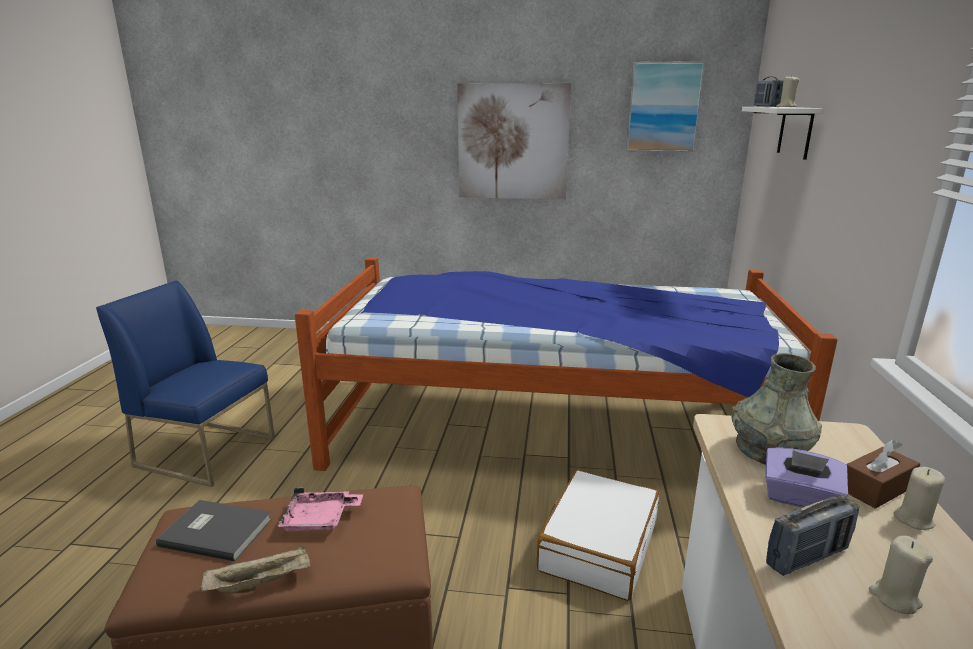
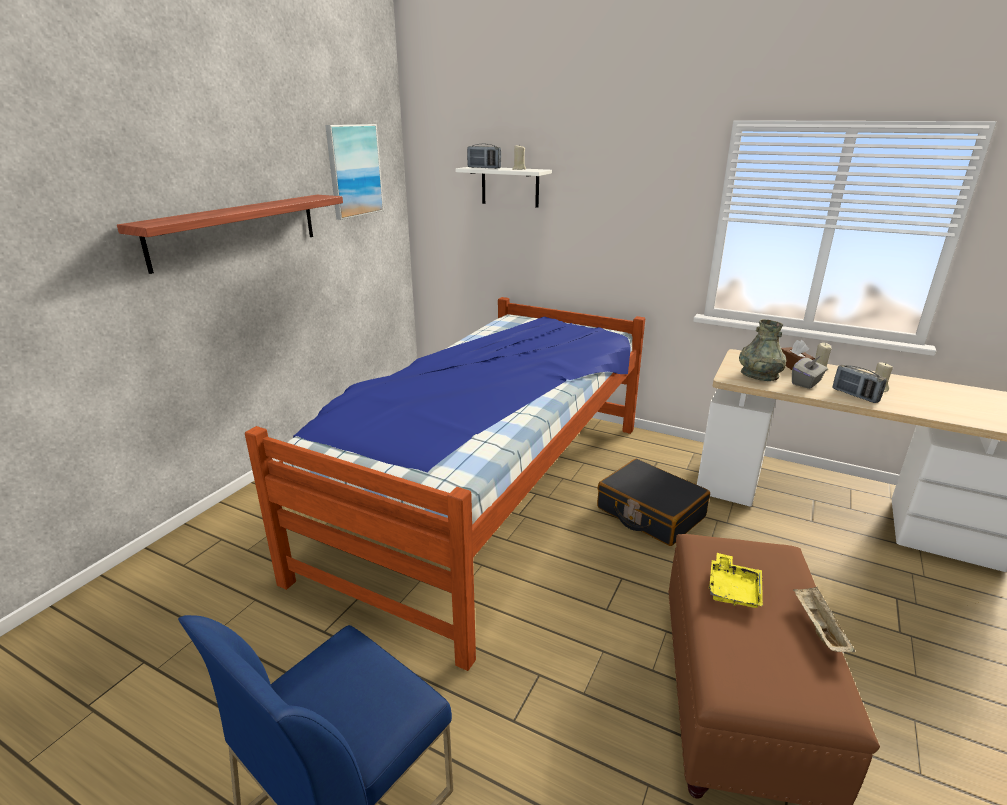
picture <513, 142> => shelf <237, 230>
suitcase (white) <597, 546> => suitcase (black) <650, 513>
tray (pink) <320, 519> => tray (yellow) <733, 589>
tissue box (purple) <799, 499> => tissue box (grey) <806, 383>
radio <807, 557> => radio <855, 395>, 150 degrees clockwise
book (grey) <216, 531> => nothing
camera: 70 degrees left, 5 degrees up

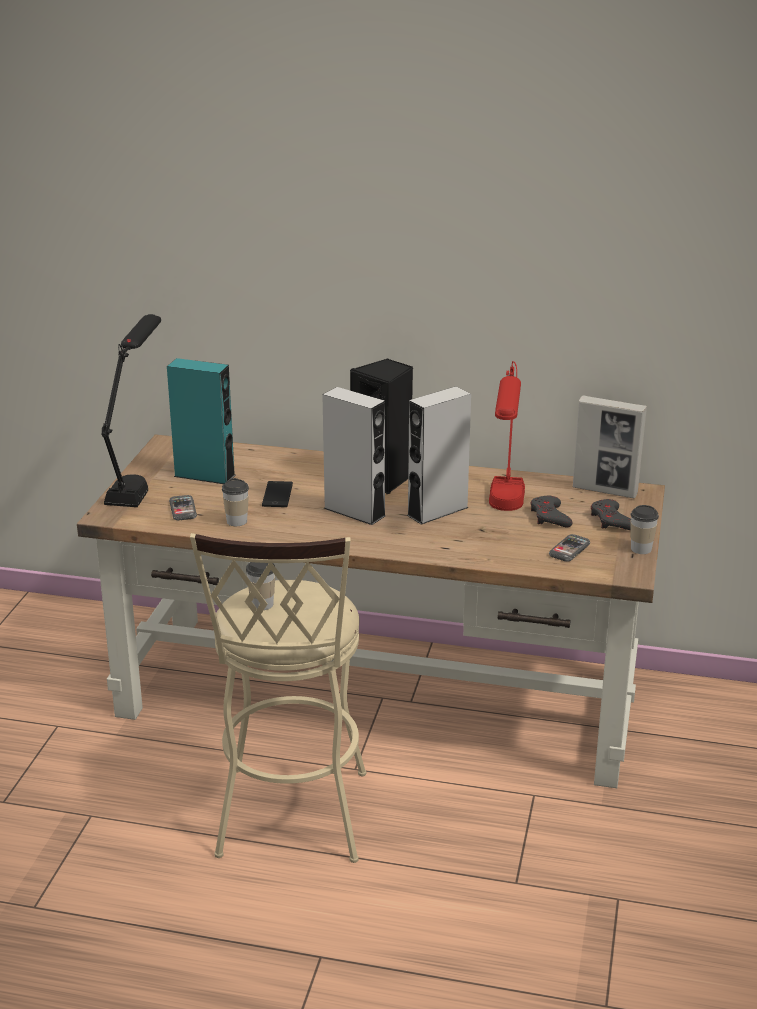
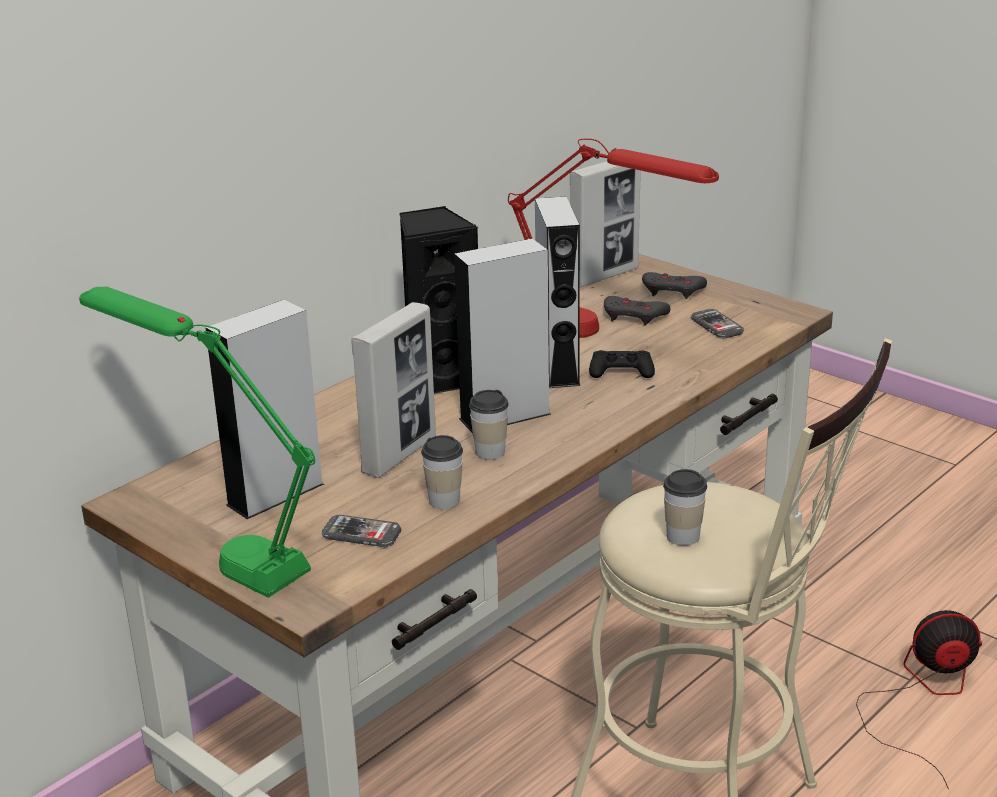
table lamp (black) <139, 479> => table lamp (green) <218, 549>
speaker (turquoise) <204, 475> => speaker (grey) <275, 494>
phone <277, 495> => picture frame <399, 455>
cup <641, 549> => cup <490, 452>, moved
nothing => game controller (black) <621, 371>
nothing => fan <924, 697>
camera: 60 degrees left, 0 degrees up

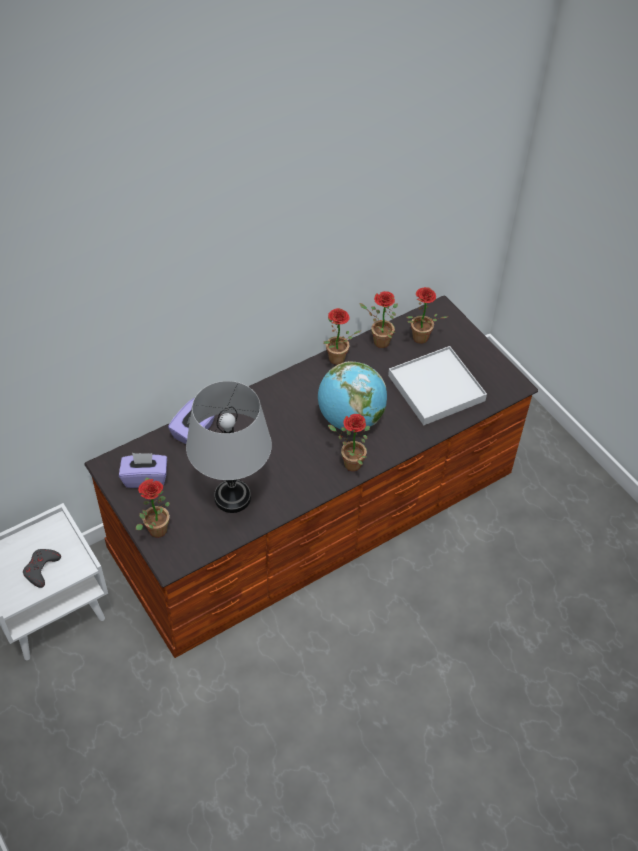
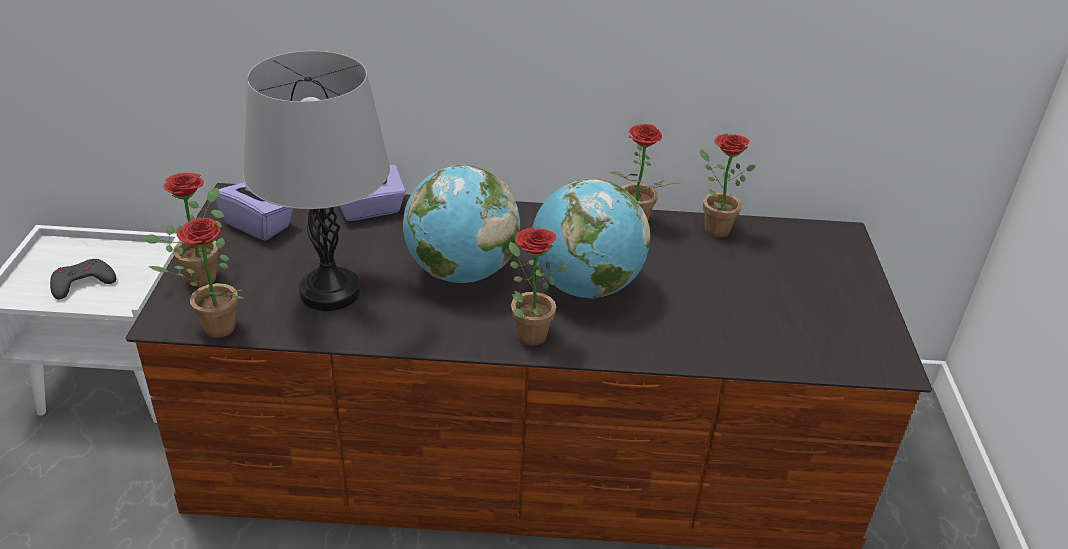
potted plant <419, 340> => potted plant <212, 330>, moved
nothing => globe <461, 272>
tray (white) <436, 388> => nothing
camera: 35 degrees right, 15 degrees down

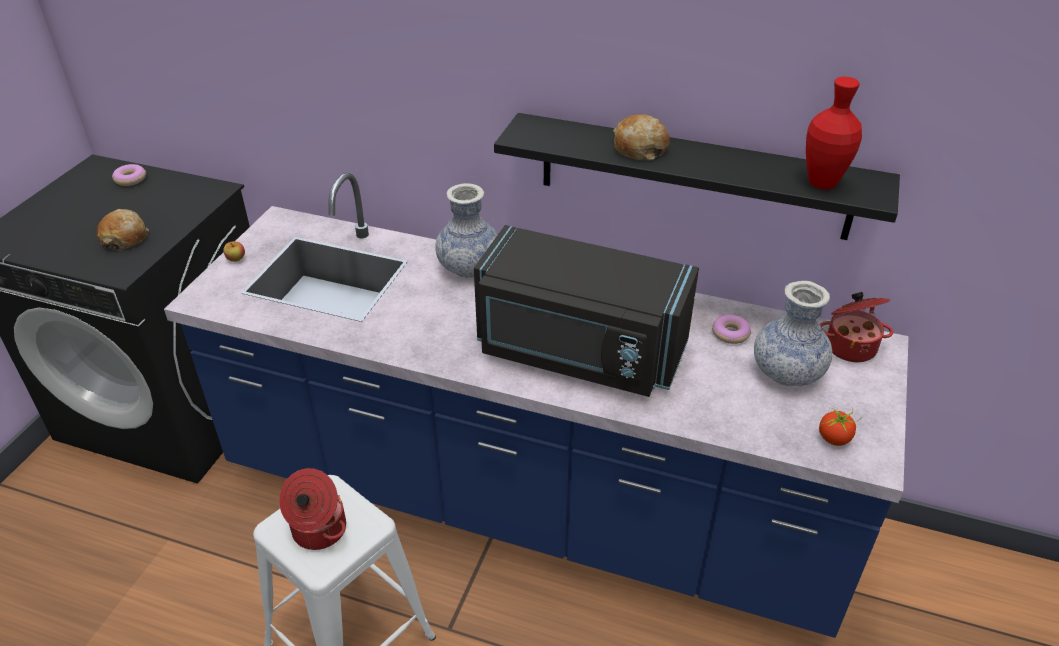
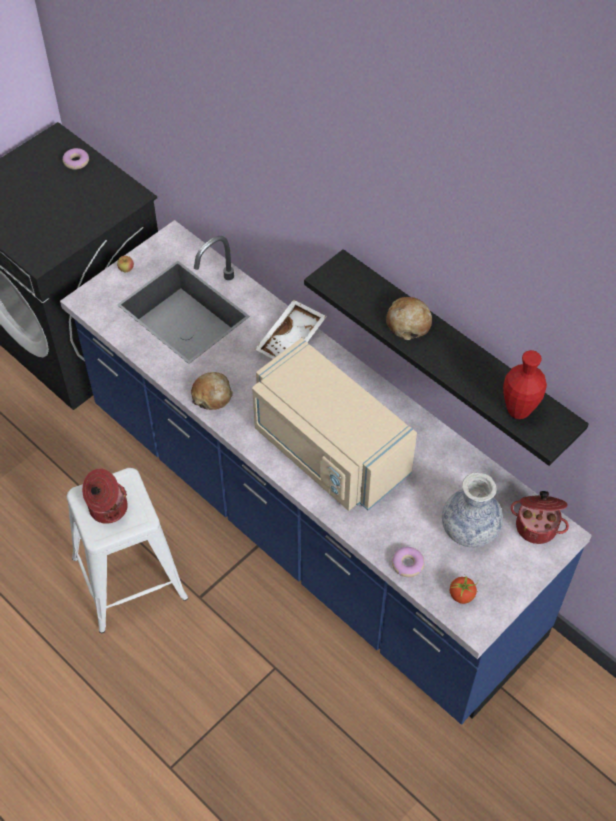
bread <125, 238> => bread <212, 395>, moved
microwave (black) <578, 352> => microwave (beige) <327, 451>
vase <469, 267> => tray (white) <292, 340>
donut <730, 333> => donut <407, 564>, moved
camera: 25 degrees right, 15 degrees up

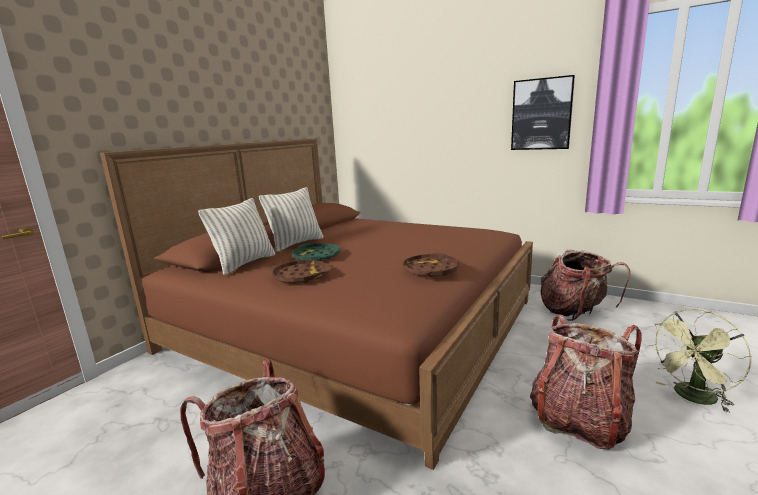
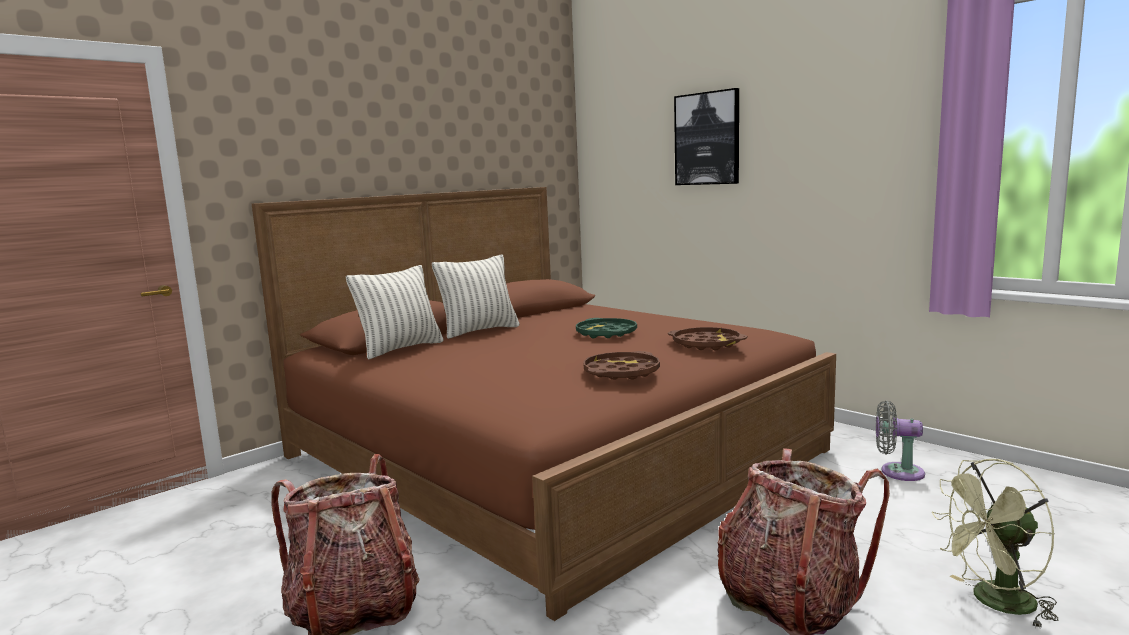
tray (green) <316, 256> => tray (green) <606, 333>, moved
tray (brown) <300, 276> => tray (brown) <706, 344>, moved
picture <541, 114> => picture <707, 139>, moved
backpack <575, 312> => fan (grey) <897, 472>
camera: 15 degrees right, 5 degrees down

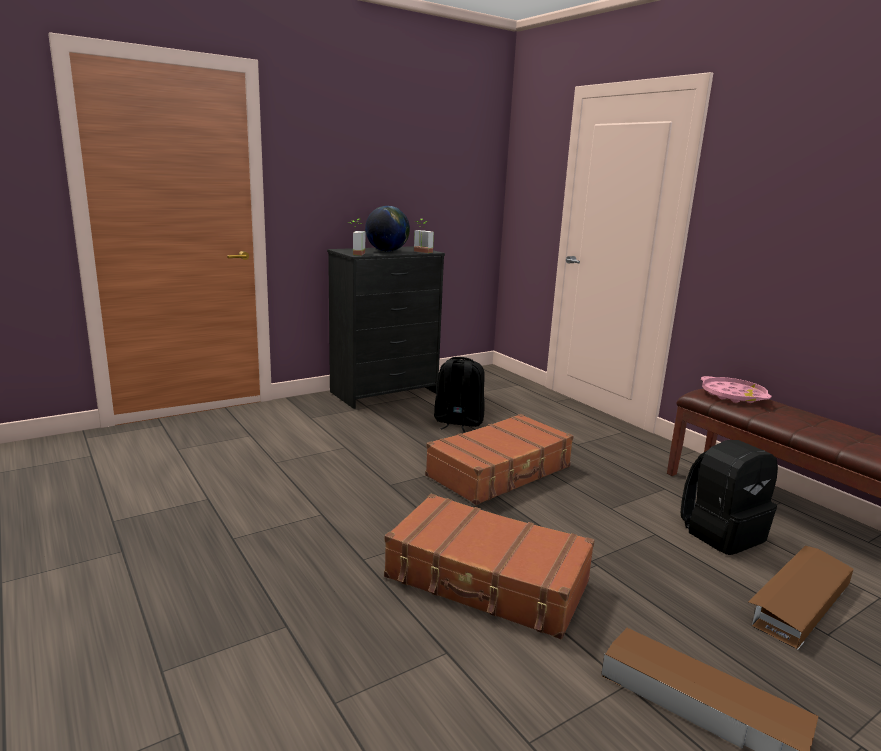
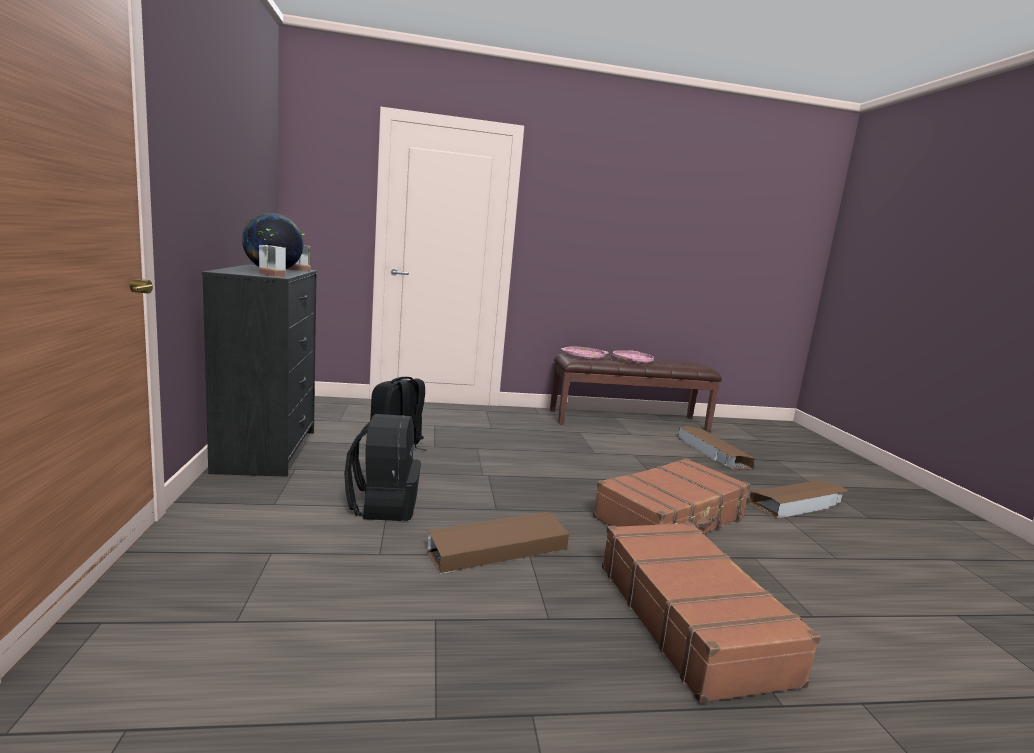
backpack (black) <721, 533> => backpack (black) <383, 506>, moved
nothing => storage box (brown) <496, 549>
suitcase (brown) <500, 472> => suitcase (brown) <691, 619>, moved
nothing => tray (pink) <632, 360>
camera: 65 degrees left, 5 degrees down

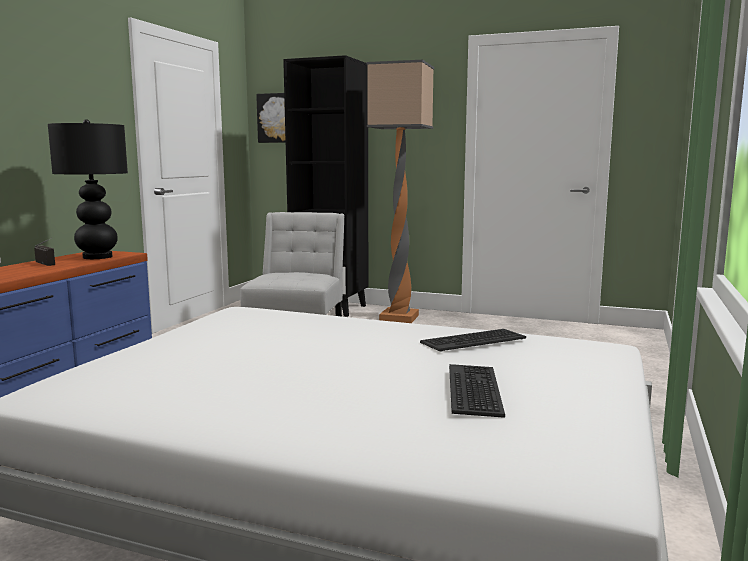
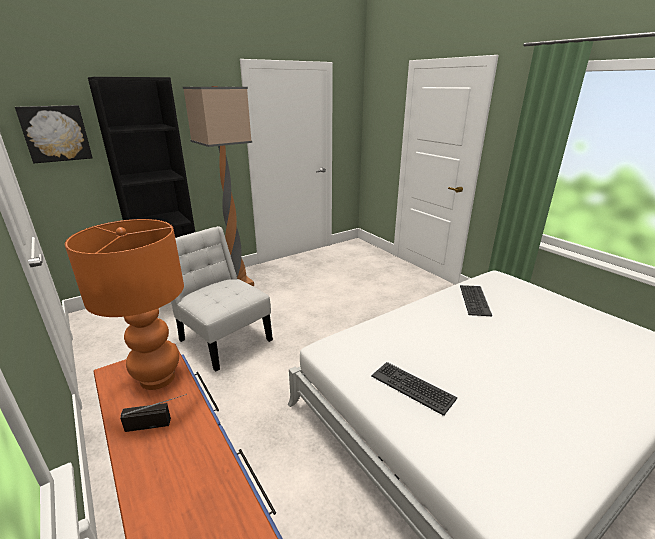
table lamp (black) <98, 257> => table lamp (orange) <157, 377>
keyboard <475, 390> => keyboard <413, 387>, moved
camera: 55 degrees left, 15 degrees up

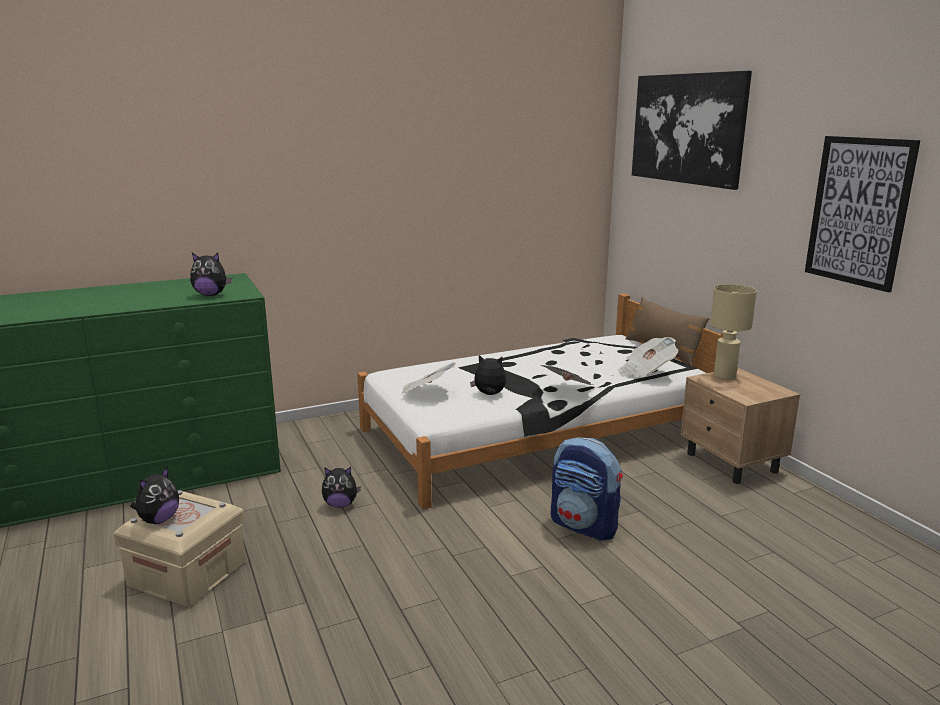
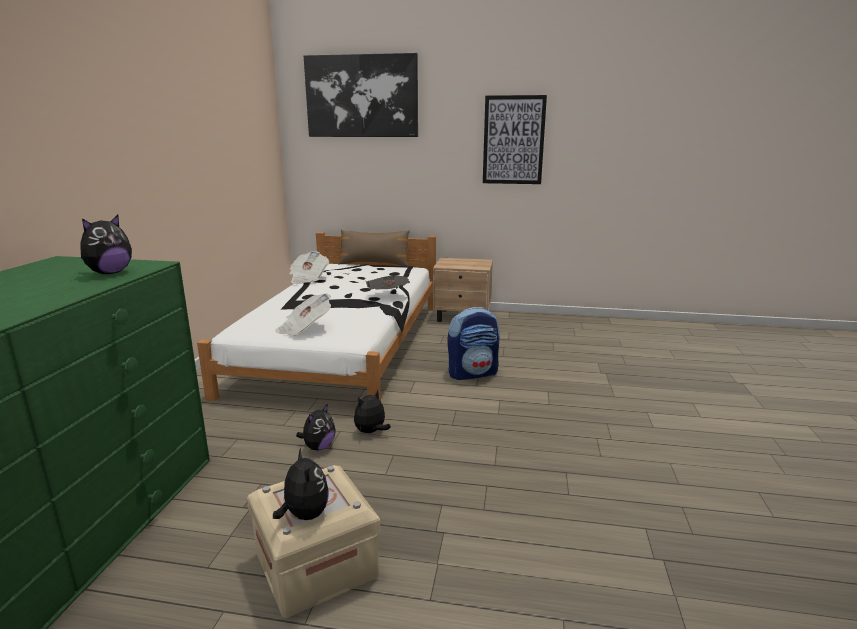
newspaper <646, 371> => newspaper <308, 279>, moved
plush toy <489, 394> => plush toy <371, 432>, moved
table lamp (beige) <725, 376> => nothing
camera: 55 degrees left, 0 degrees up

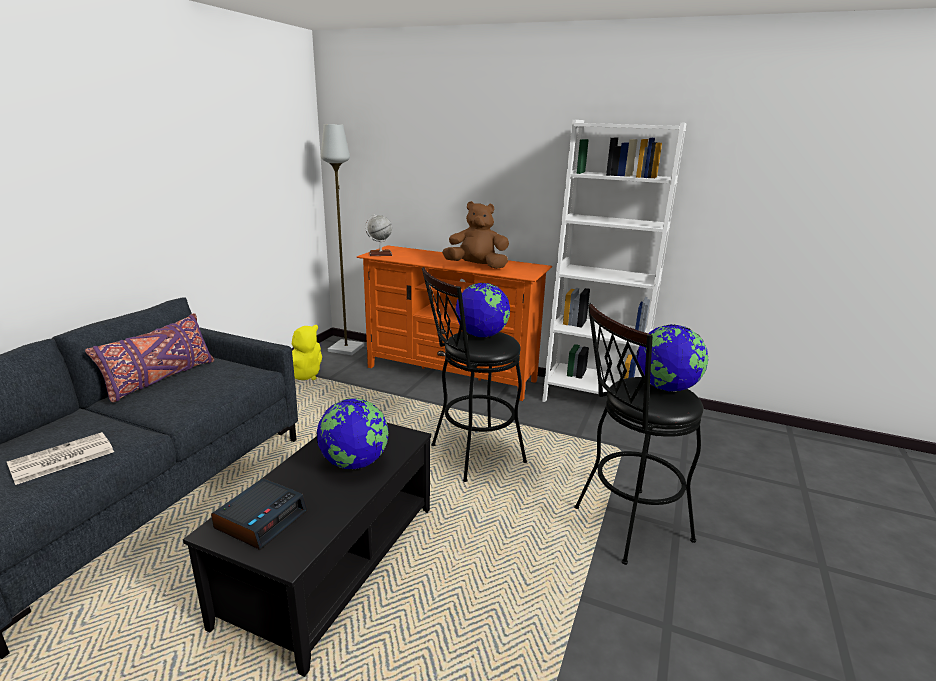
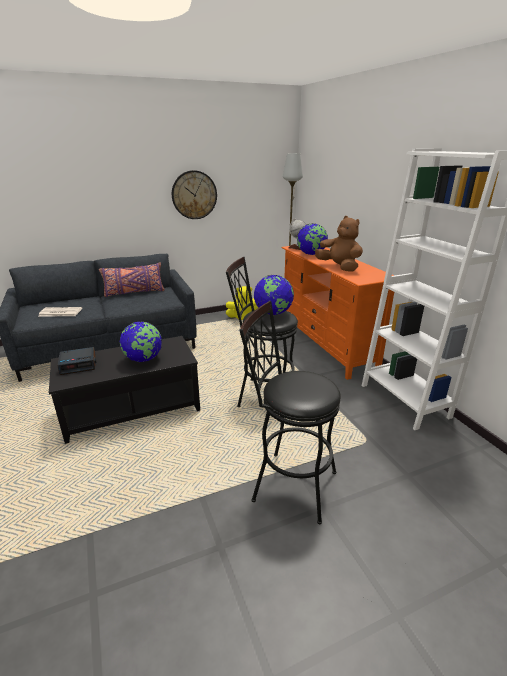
nothing => wall clock <194, 195>
globe <666, 388> => globe <311, 254>, moved
camera: 45 degrees right, 5 degrees up

